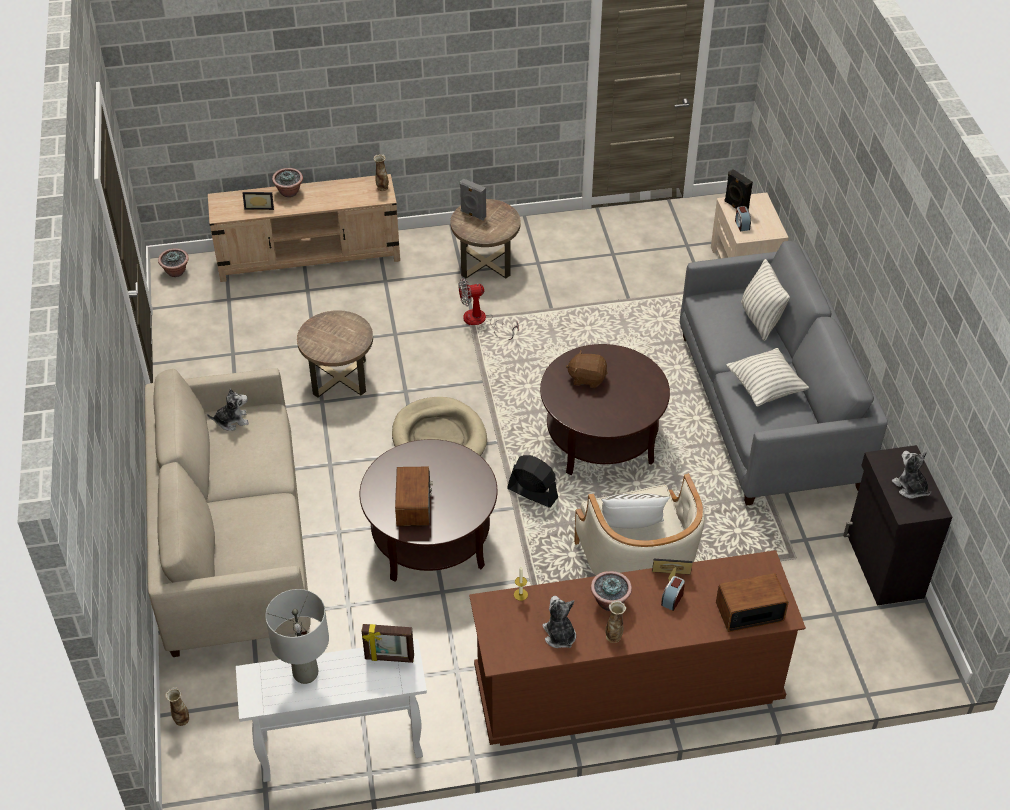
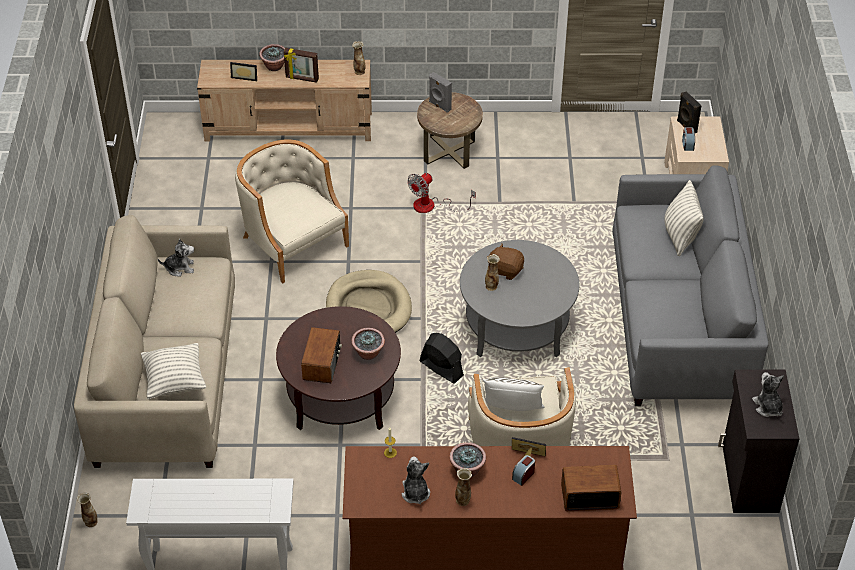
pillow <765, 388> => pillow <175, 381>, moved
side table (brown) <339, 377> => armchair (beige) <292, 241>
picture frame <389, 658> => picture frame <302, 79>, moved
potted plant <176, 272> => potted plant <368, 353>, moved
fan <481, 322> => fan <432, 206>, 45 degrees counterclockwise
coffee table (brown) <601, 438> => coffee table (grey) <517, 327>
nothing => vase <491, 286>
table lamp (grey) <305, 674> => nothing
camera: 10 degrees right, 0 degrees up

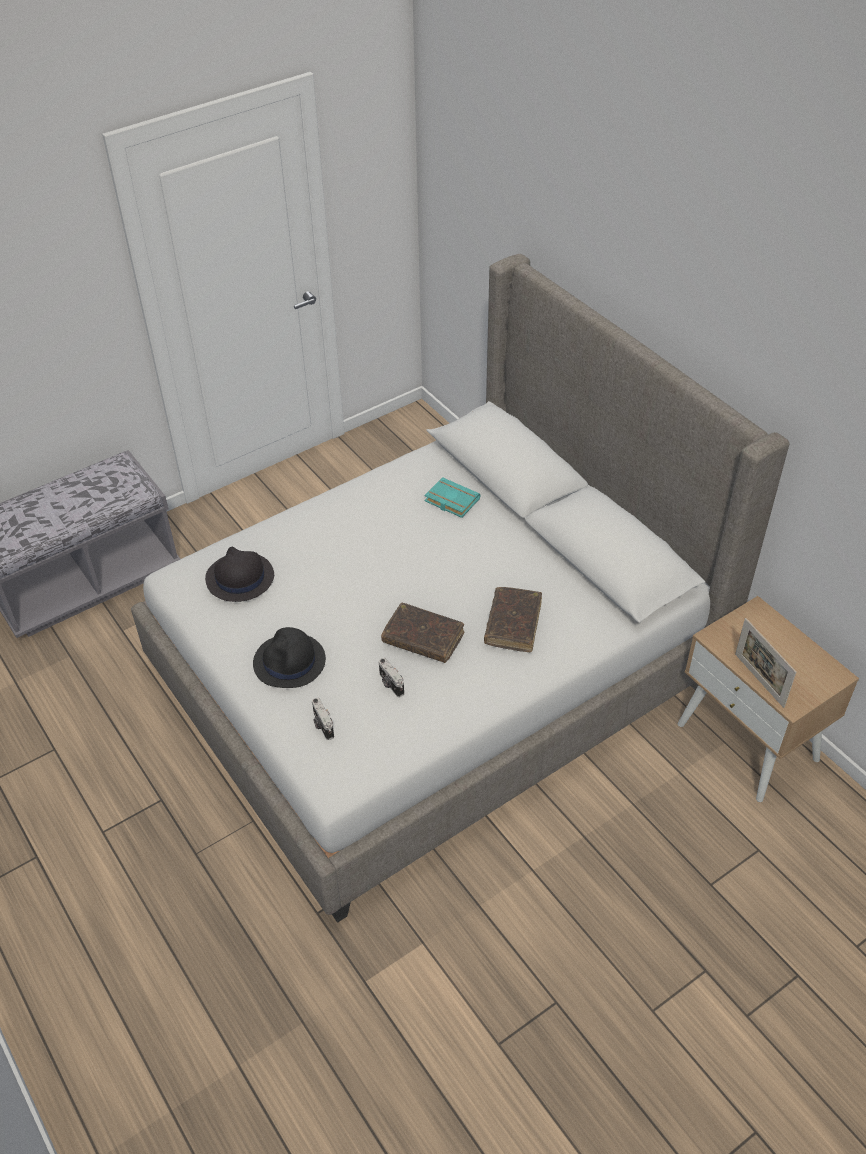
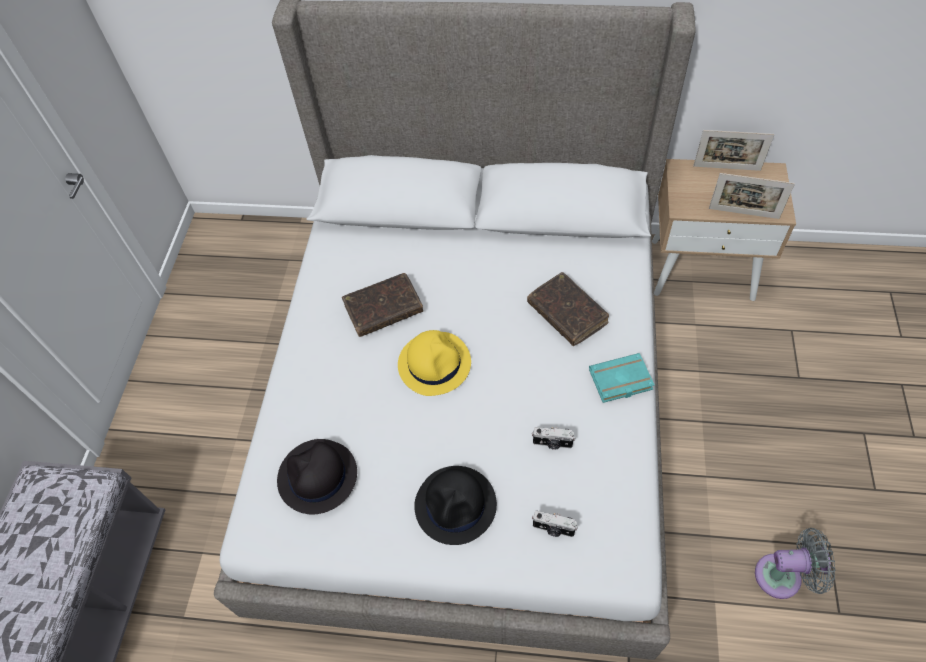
book (brown) <423, 639> => book (brown) <384, 309>, moved
nothing => hat (yellow) <434, 363>
book (turquoise) <450, 501> => book (turquoise) <620, 382>, moved
nothing => picture frame <726, 168>
nothing => fan (grey) <783, 576>
camera: 45 degrees left, 10 degrees up

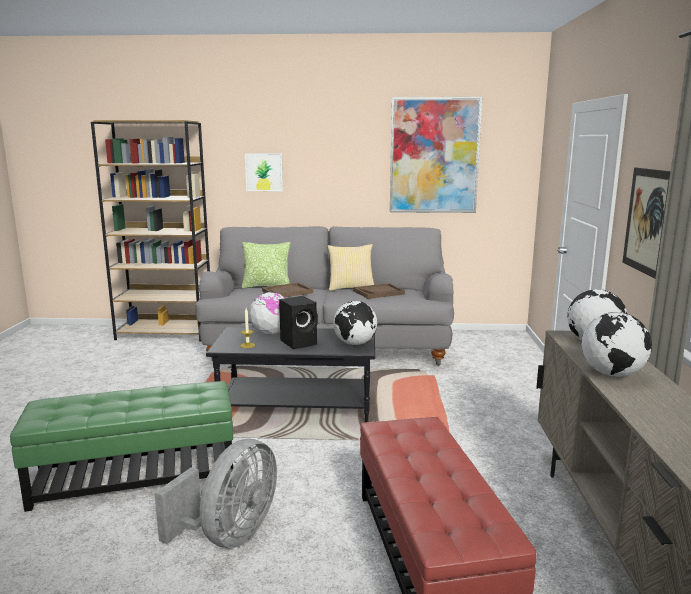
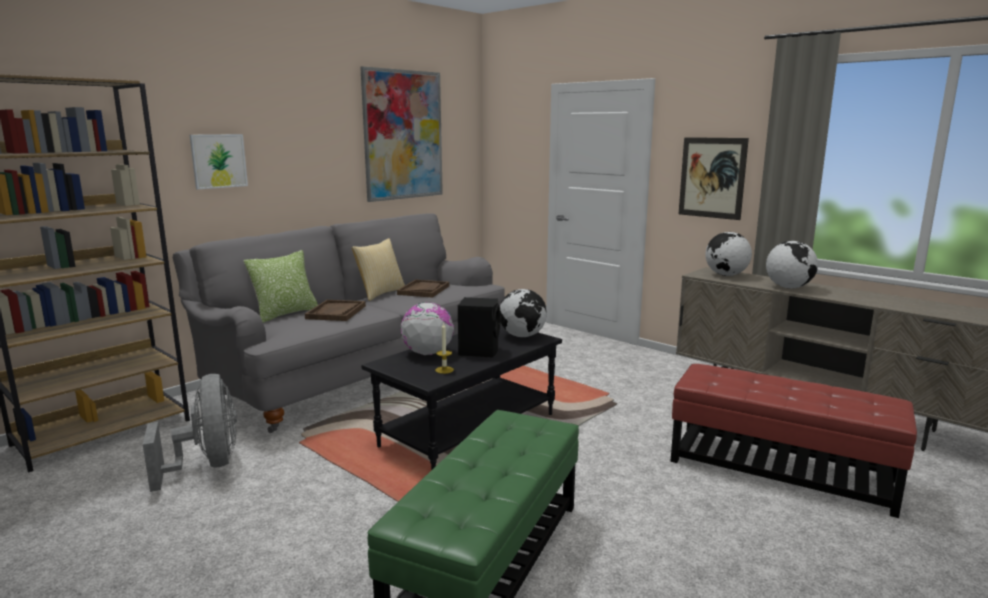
fan (grey) <229, 535> => fan (grey) <207, 465>, moved
camera: 50 degrees left, 0 degrees up

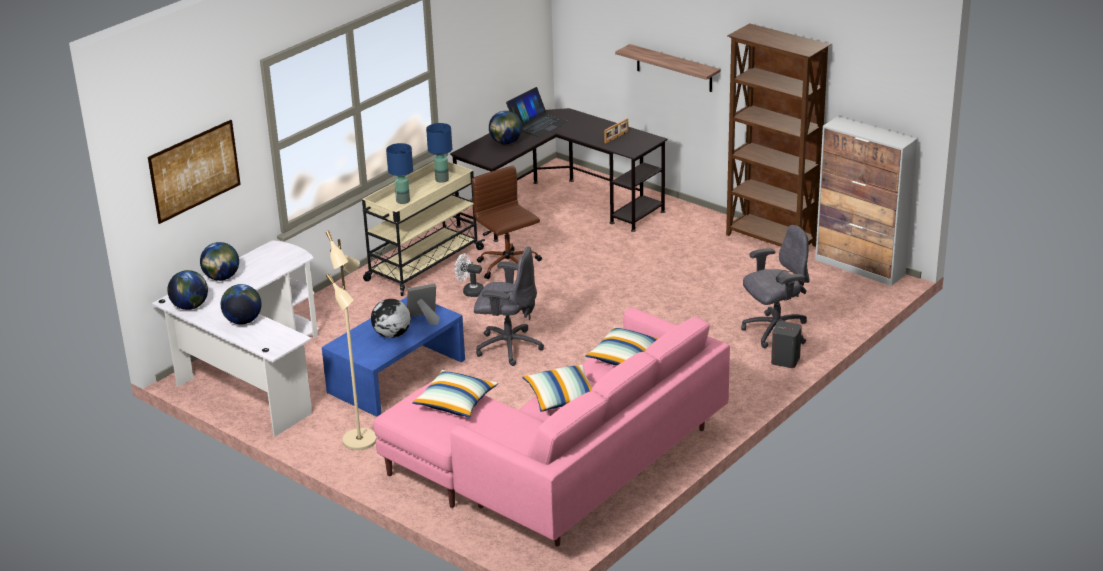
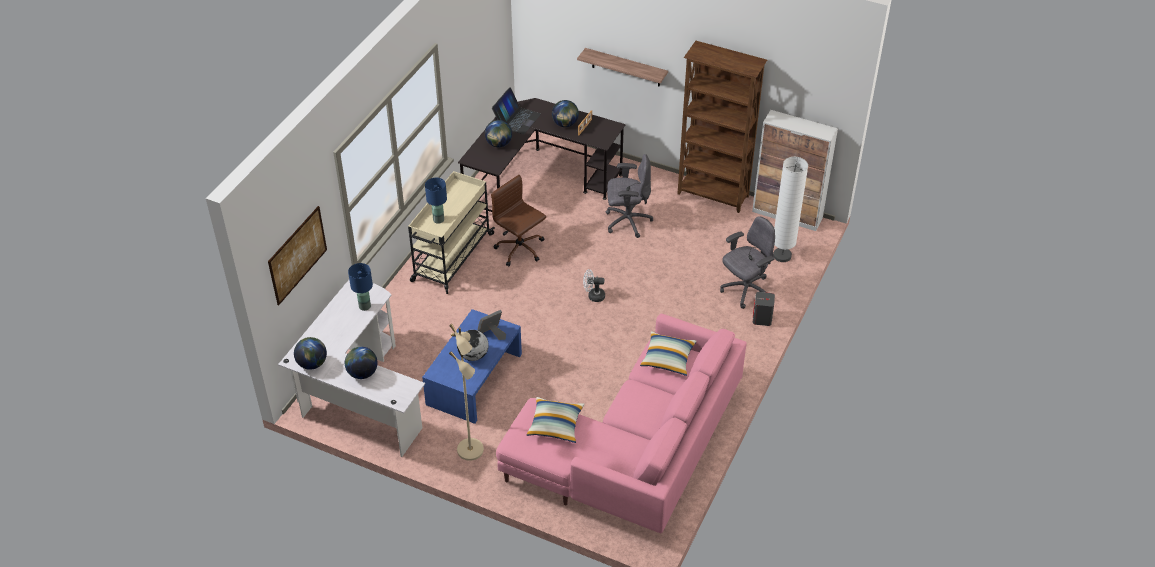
table lamp (blue) <442, 179> => table lamp (blue) <364, 306>, moved
globe <222, 278> => globe <565, 124>, moved
fan (white) <470, 291> => fan (white) <593, 296>, moved
office chair (grey) <508, 347> => office chair (grey) <627, 221>, moved
nothing => floor lamp (white) <782, 256>
pillow <562, 397> => nothing
camera: 15 degrees left, 15 degrees up

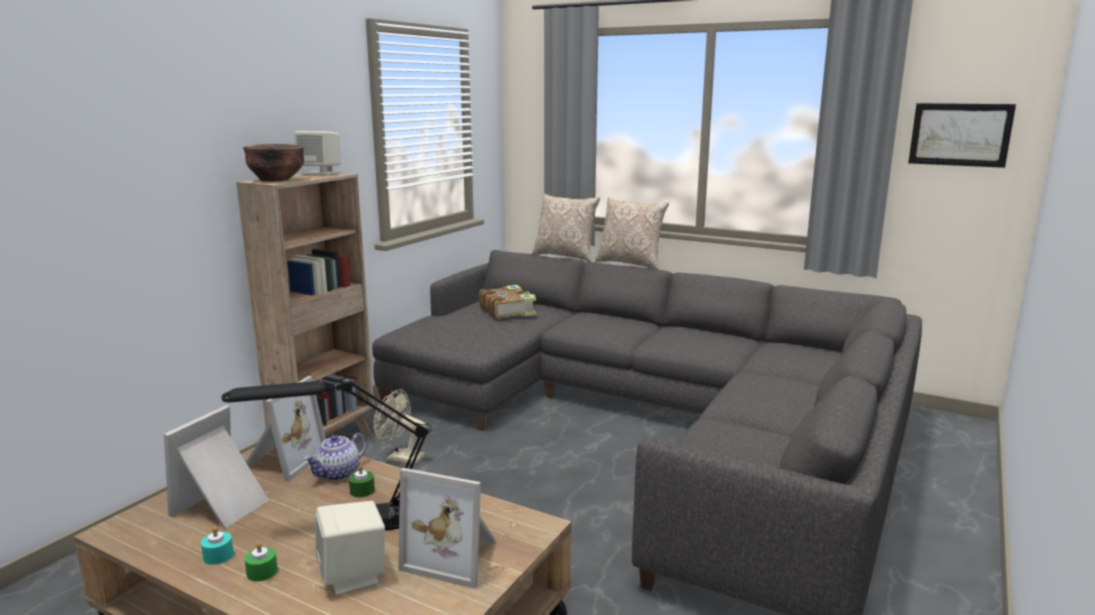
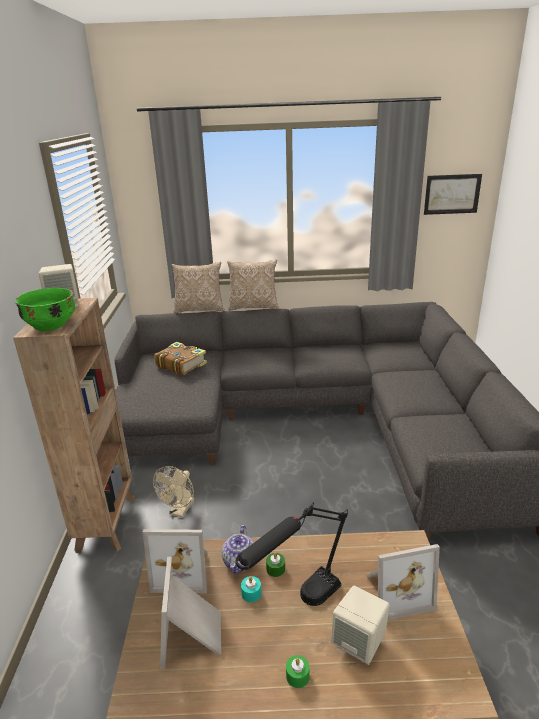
bowl (brown) <276, 180> => bowl (green) <51, 326>
picture frame <282, 461> => picture frame <183, 570>, 105 degrees clockwise
fan (beige) <400, 458> => fan (beige) <180, 511>, 60 degrees counterclockwise
candle (turquoise) <218, 555> => candle (turquoise) <251, 593>, moved
camera: 30 degrees left, 10 degrees up

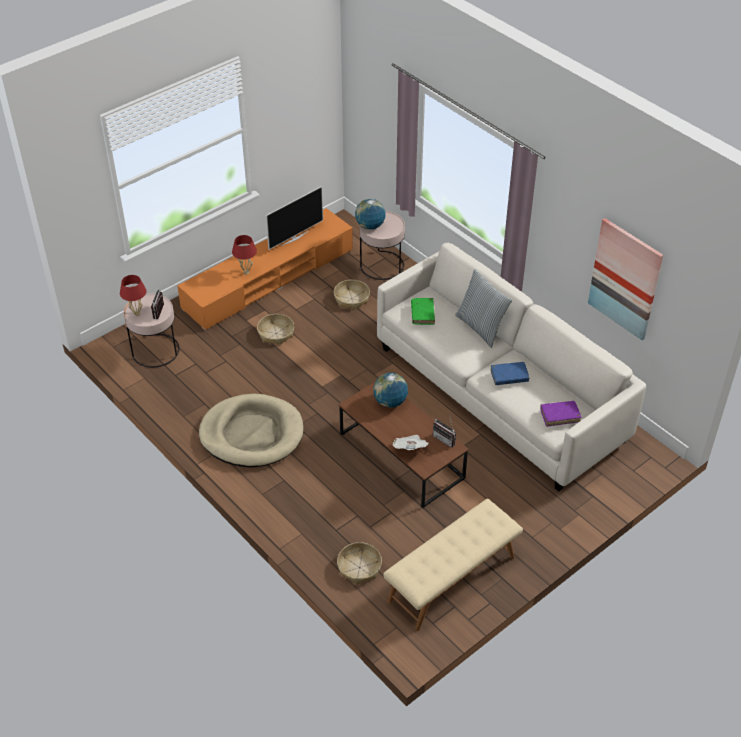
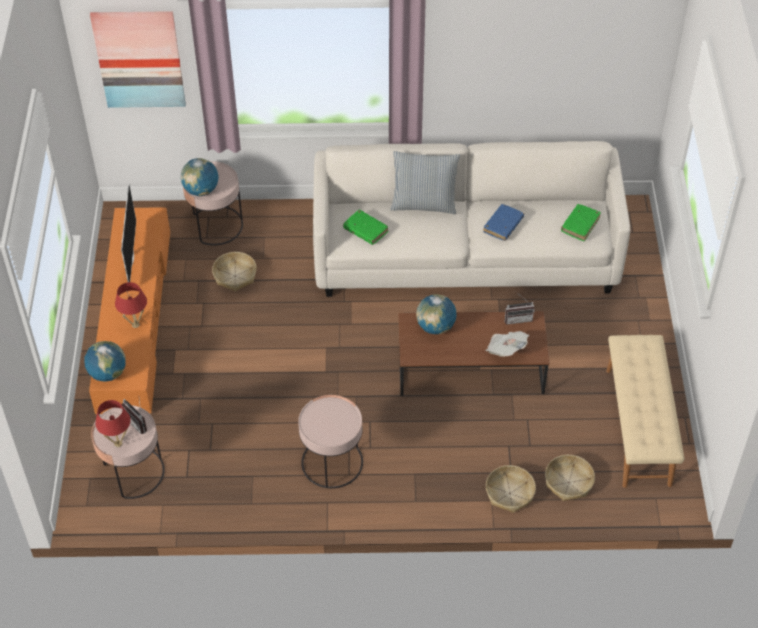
nothing => globe <108, 373>
picture <625, 279> => picture <139, 59>, moved
dog bed (beige) <252, 434> => side table (pink) <332, 462>
basket <276, 333> => basket <509, 493>, moved
book (purple) <560, 416> => book (green) <580, 225>
camera: 50 degrees left, 5 degrees up

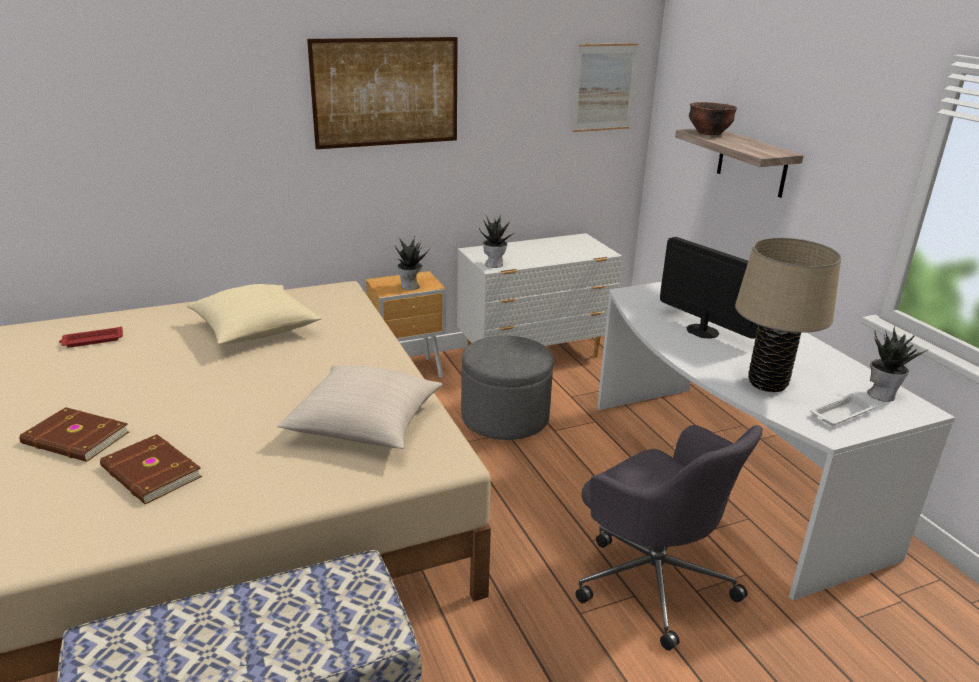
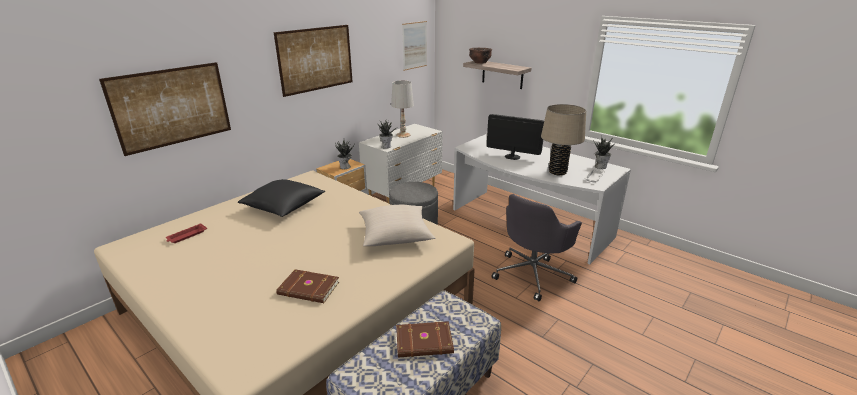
nothing => picture <172, 107>
pillow (beige) <255, 329> => pillow (black) <284, 206>
nothing => table lamp (white) <403, 135>
book (brown) <75, 439> => book (brown) <424, 342>, moved
office chair (grey) <652, 579> => office chair (grey) <533, 274>, 105 degrees clockwise
camera: 25 degrees left, 0 degrees up

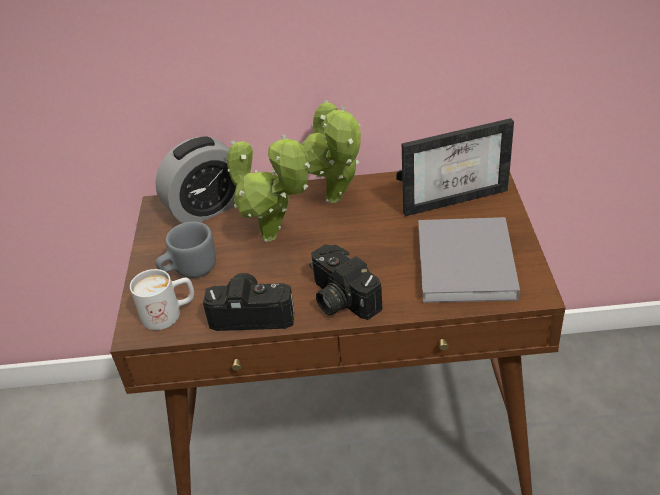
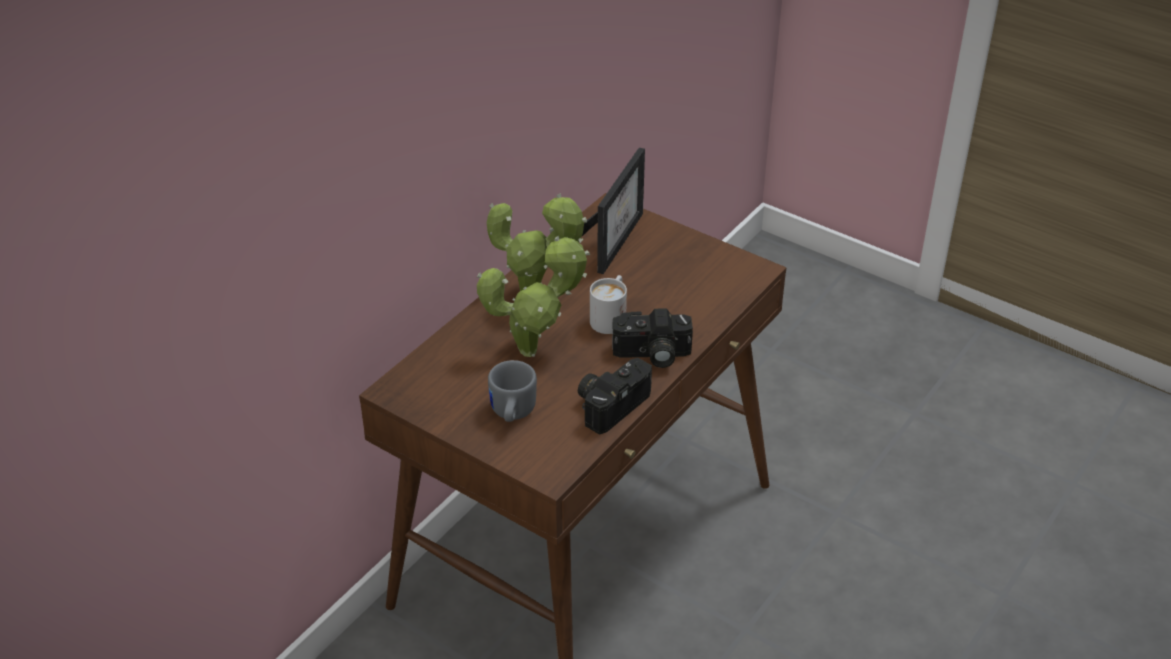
mug (white) <169, 313> => mug (white) <611, 317>, moved
alarm clock <208, 208> => nothing
book (grey) <466, 265> => nothing
camera: 55 degrees left, 0 degrees up

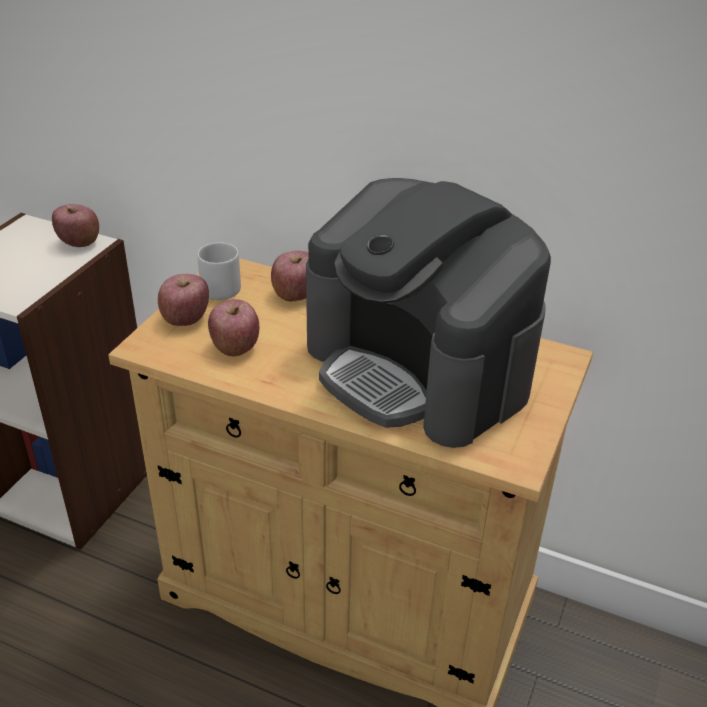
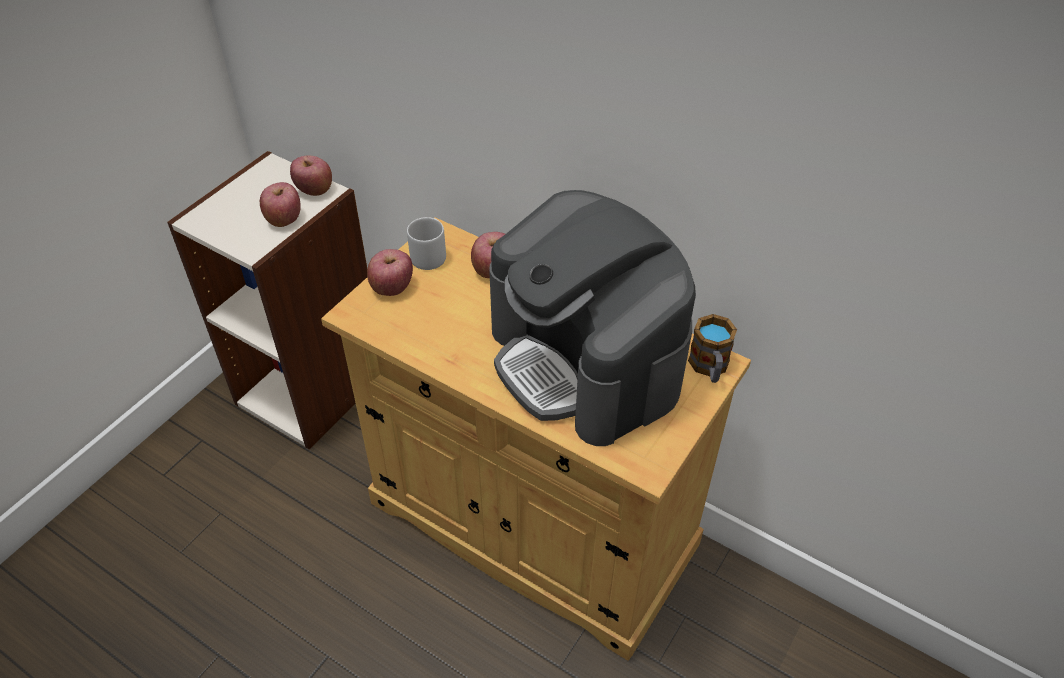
apple <235, 347> => apple <284, 219>, moved
nothing => mug <709, 368>
camera: 10 degrees right, 10 degrees up

